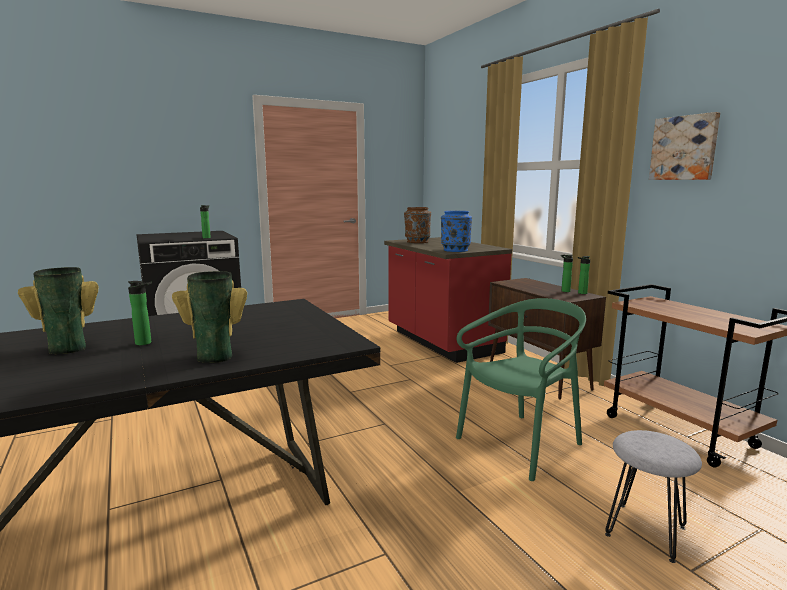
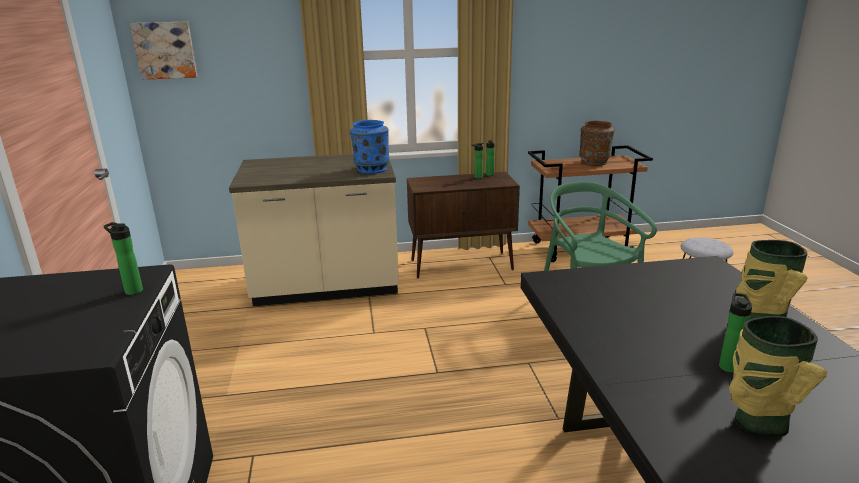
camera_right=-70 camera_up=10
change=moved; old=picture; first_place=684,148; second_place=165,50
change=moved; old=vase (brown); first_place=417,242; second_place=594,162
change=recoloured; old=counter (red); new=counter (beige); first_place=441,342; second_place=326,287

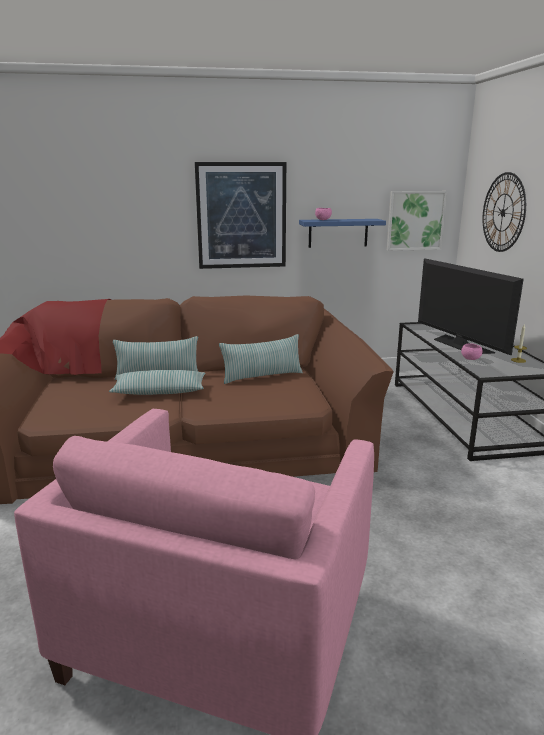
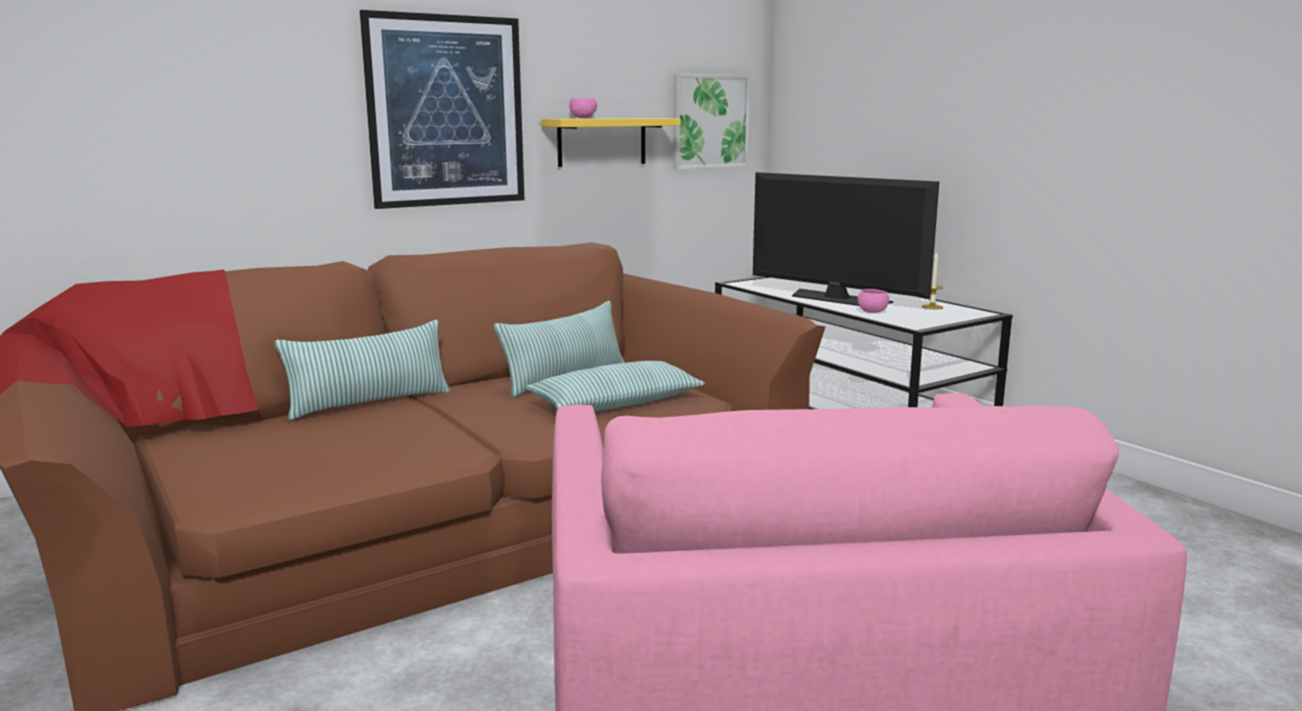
camera_right=-25 camera_up=-5
change=removed; old=wall clock; first_place=503,212
change=recoloured; old=shelf (blue); new=shelf (yellow); first_place=338,233; second_place=602,141
change=moved; old=pillow; first_place=159,391; second_place=616,403

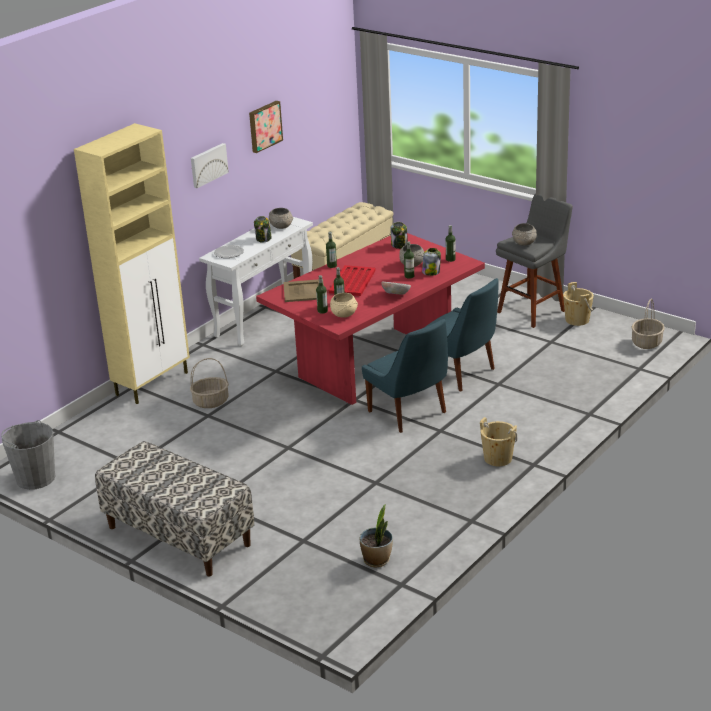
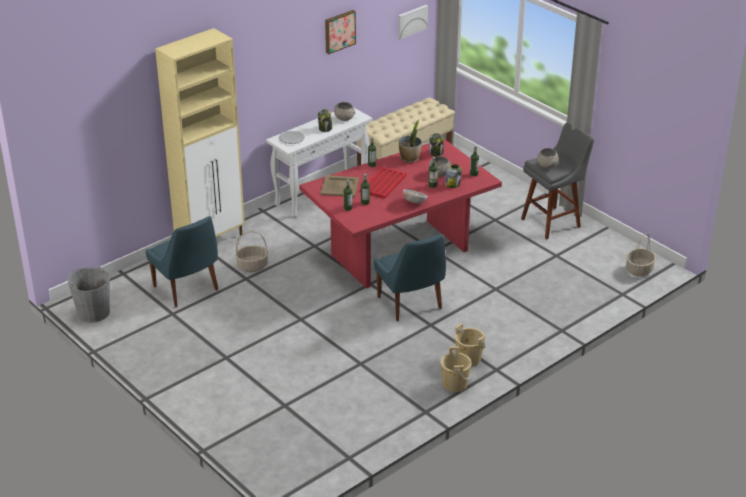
camera_right=10 camera_up=5
change=moved; old=picture; first_place=208,165; second_place=411,21
change=moved; old=chair (blue); first_place=460,373; second_place=187,289
change=moved; old=bucket (beige); first_place=577,320; second_place=455,384
change=removed; old=bowl (beige); first_place=344,314
change=removed; old=bench; first_place=178,536
change=moved; old=potted plant; first_place=377,560; second_place=410,159

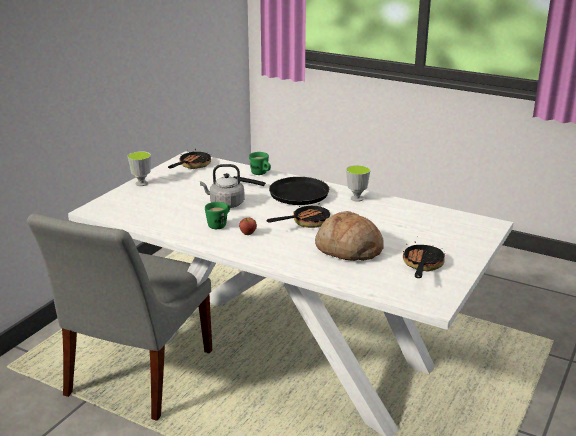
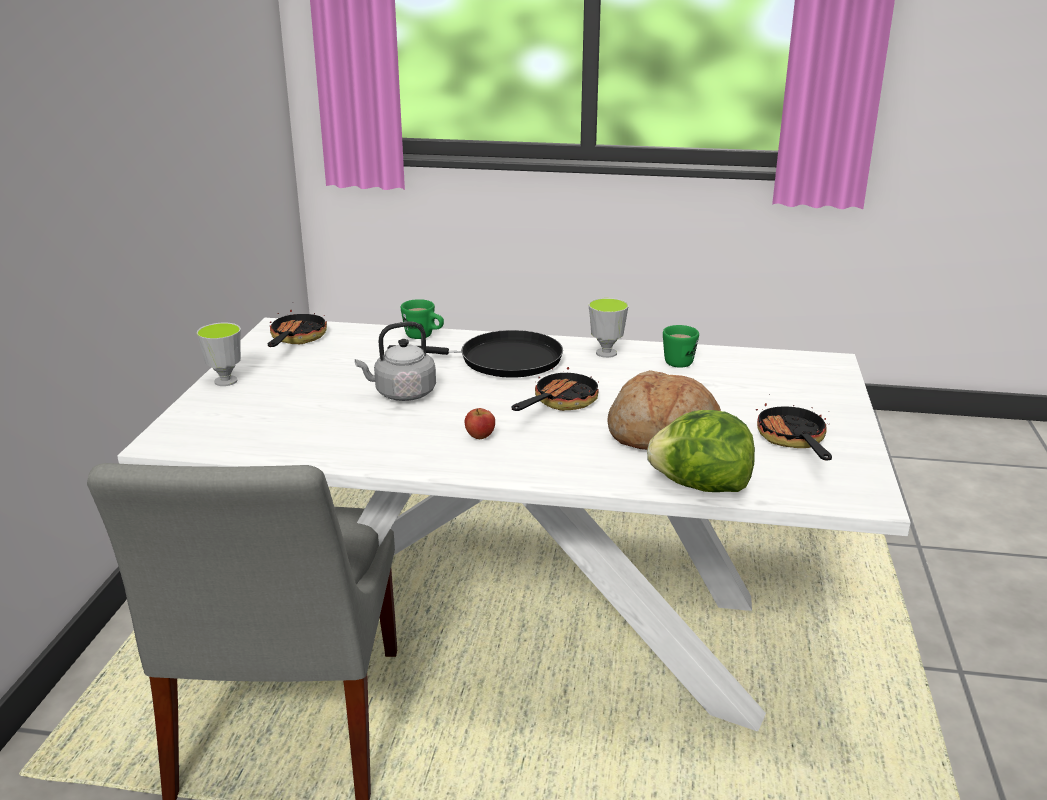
camera_right=-20 camera_up=0
change=moved; old=mug (green); first_place=219,224; second_place=679,360
change=added; new=lettuce; second_place=700,486

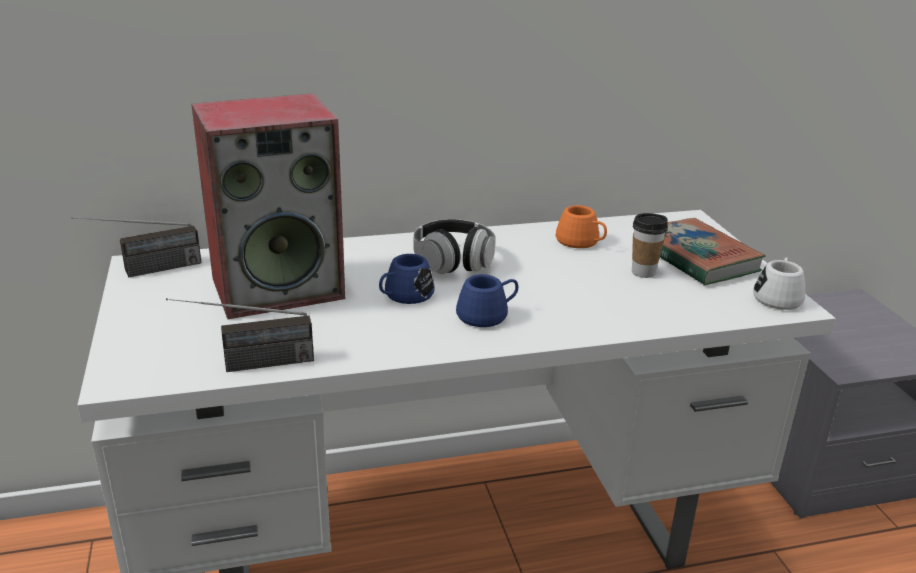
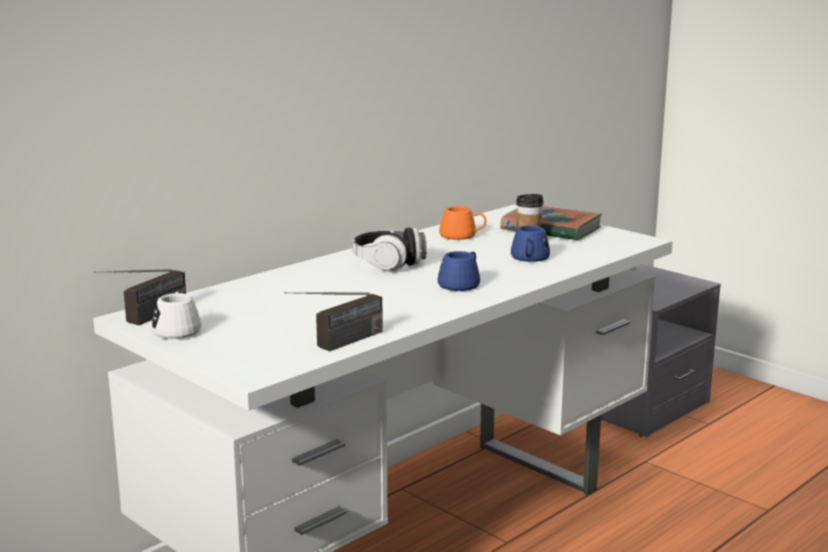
camera_right=-30 camera_up=-10
change=removed; old=speaker; first_place=279,287
change=moved; old=mug (blue); first_place=404,296; second_place=529,259
change=moved; old=mug (white); first_place=778,297; second_place=177,330

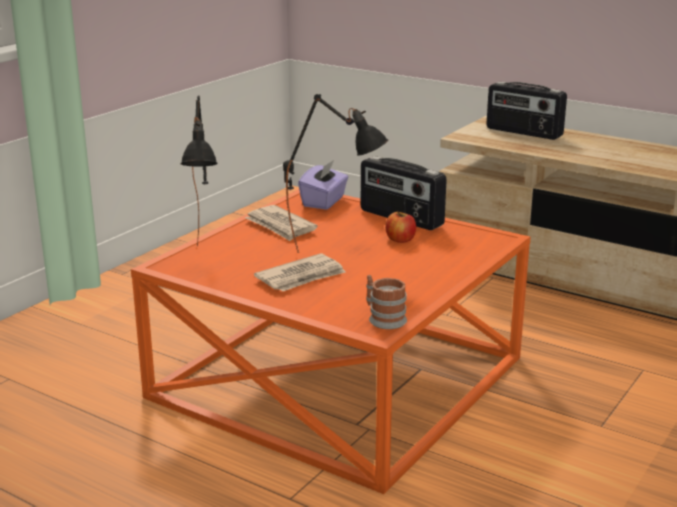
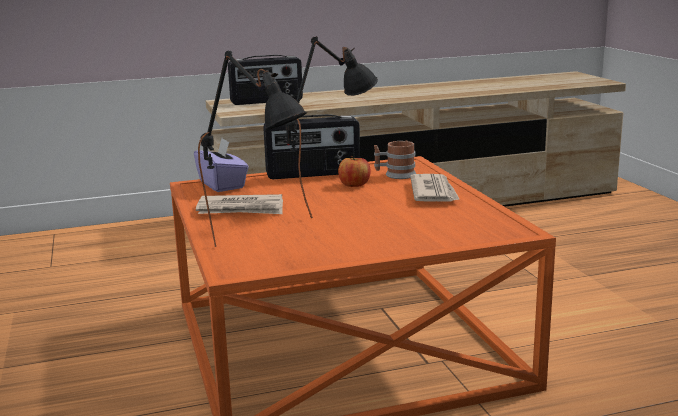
camera_right=-50 camera_up=-5
change=moved; old=newspaper; first_place=302,277; second_place=434,192
change=moved; old=mug; first_place=383,318; second_place=395,175

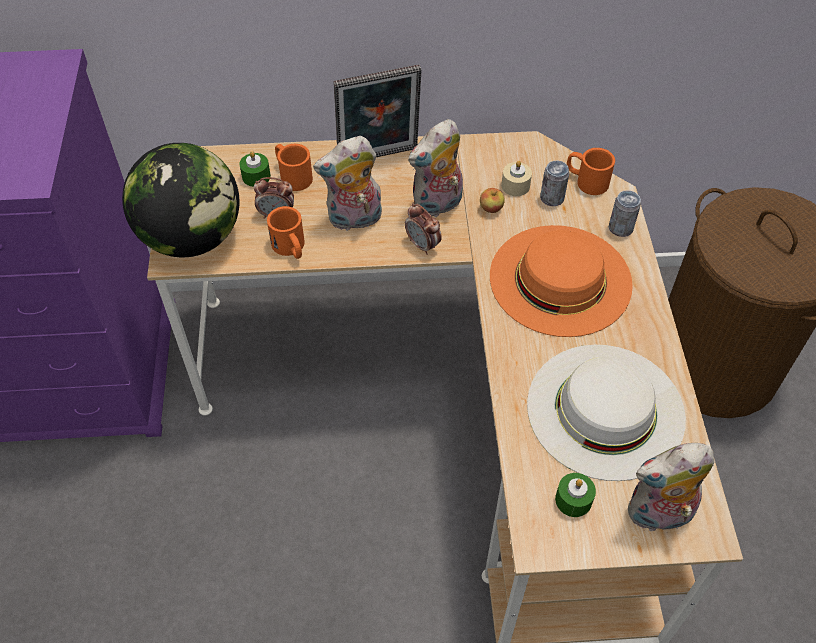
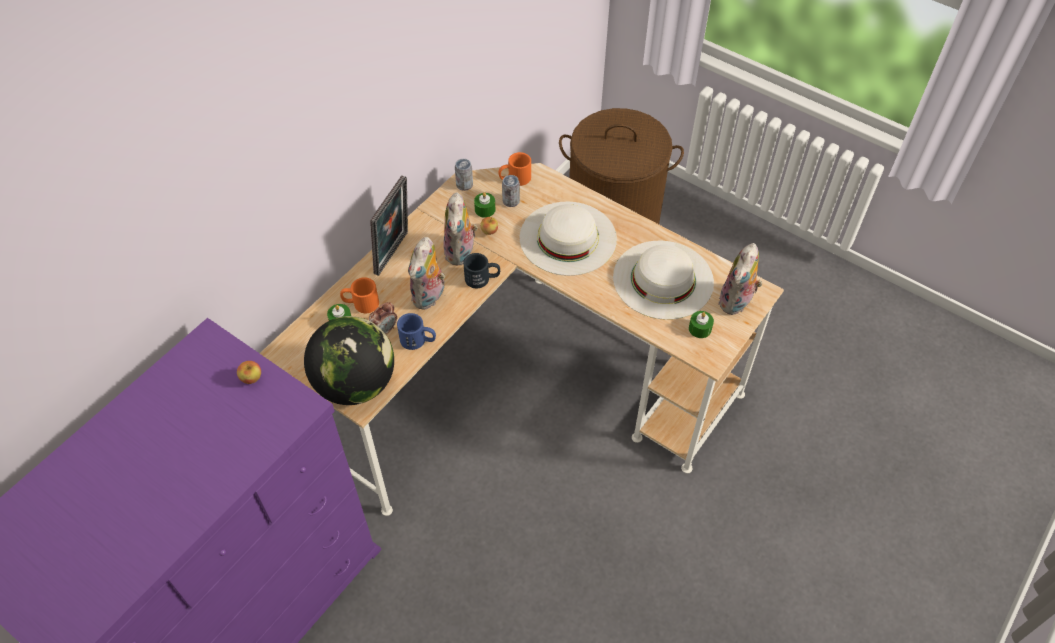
camera_right=-50 camera_up=0
change=recoloured; old=candle (beige); new=candle (green); first_place=515,185; second_place=485,209
change=moved; old=can; first_place=620,228; second_place=464,185
change=replaced; old=alarm clock; new=mug (black); first_place=423,245; second_place=482,278
change=recoloured; old=mug (orange); new=mug (blue); first_place=291,248; second_place=418,340
change=recoloured; old=hat (orange); new=hat (white); first_place=560,279; second_place=567,238
change=added; new=apple; second_place=251,378

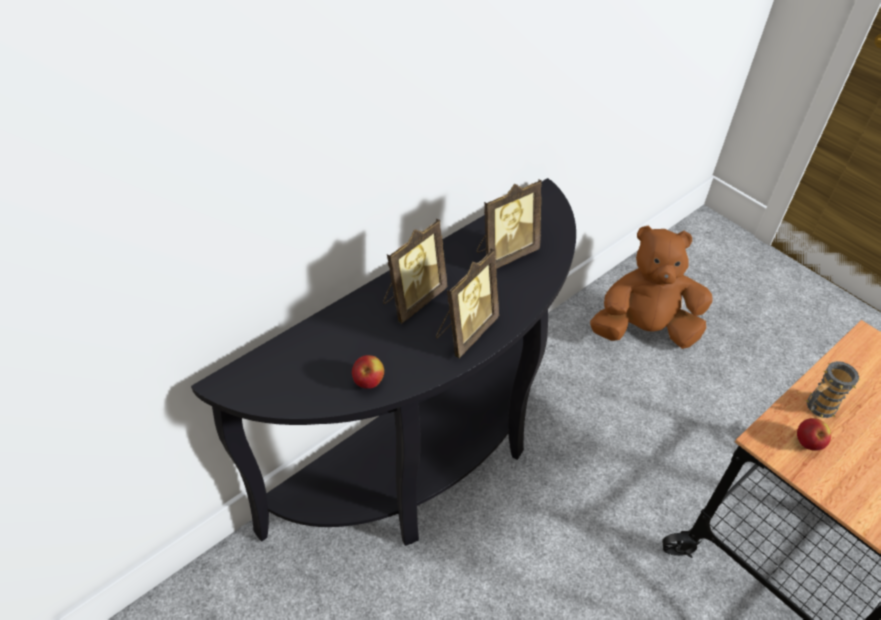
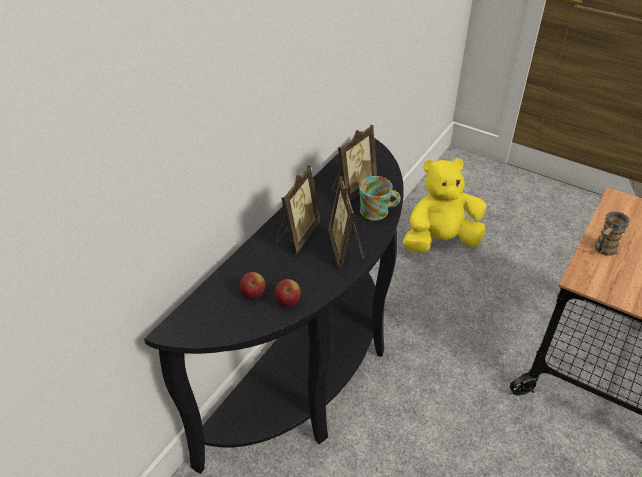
camera_right=-15 camera_up=-5
change=recoloured; old=plush toy (brown); new=plush toy (yellow); first_place=644,330; second_place=440,241
change=turned; old=picture frame; first_place=465,331; second_place=346,249; degrees=150
change=moved; old=apple; first_place=807,443; second_place=253,294
change=added; new=mug; second_place=378,212

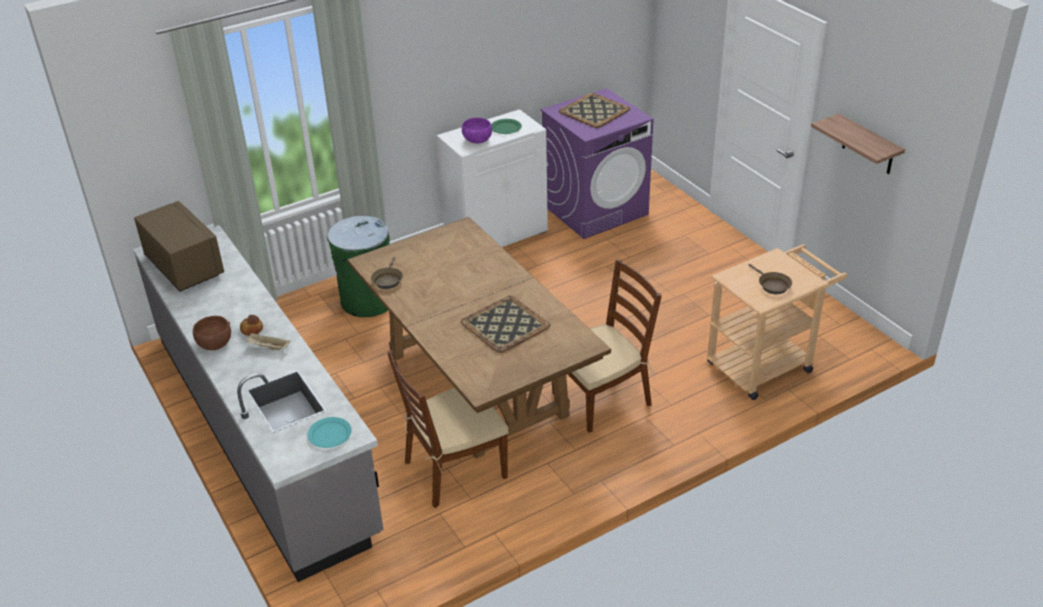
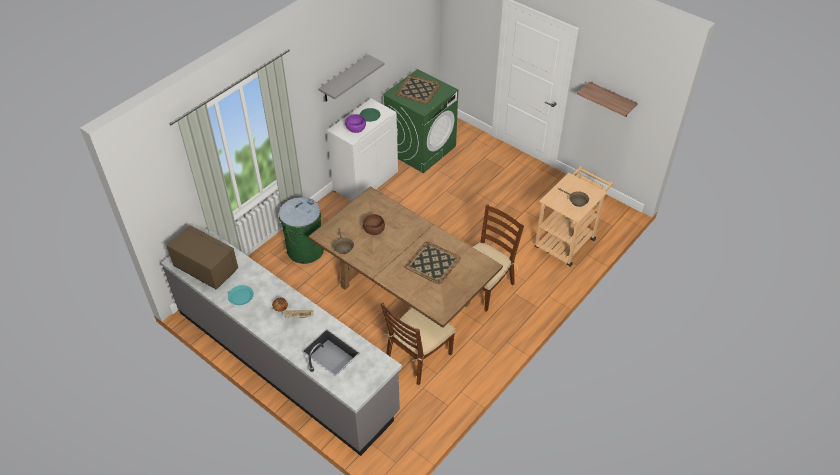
camera_right=-20 camera_up=10
change=recoloured; old=washing machine (purple); new=washing machine (green); first_place=595,209; second_place=421,149
change=moved; old=bowl (brown); first_place=215,344; second_place=374,230
change=moved; old=plate (turquoise); first_place=329,434; second_place=240,296
change=added; new=shelf (grey); second_place=344,79

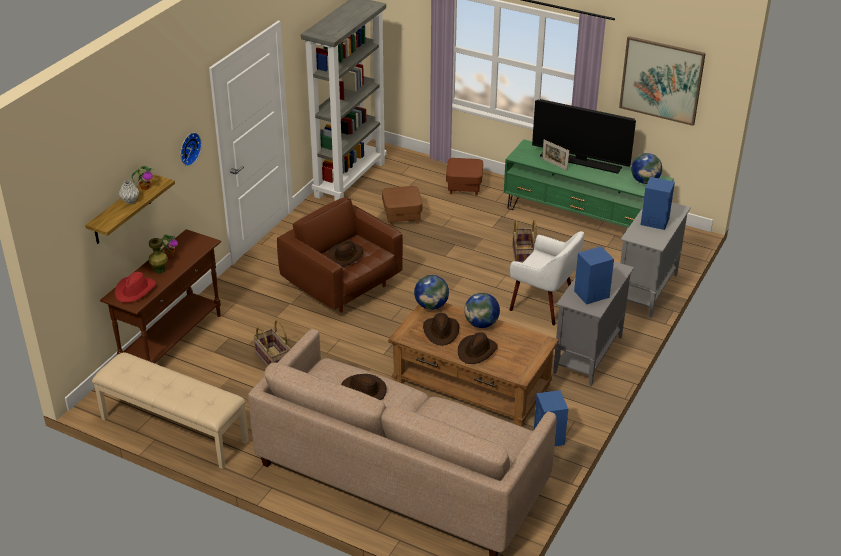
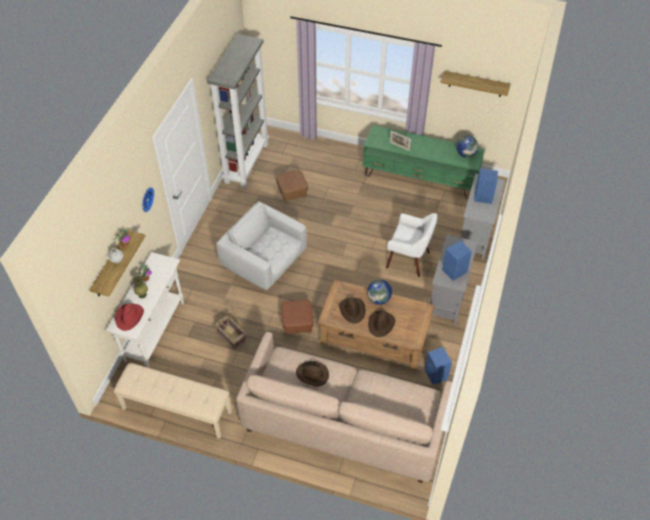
camera_right=-10 camera_up=15
change=replaced; old=picture; new=shelf; first_place=661,80; second_place=475,84
change=removed; old=television; first_place=581,161
change=moved; old=ottoman (brown); first_place=464,187; second_place=297,324
change=recoloured; old=armchair (brown); new=armchair (white); first_place=343,286; second_place=265,263
change=removed; old=basket; first_place=523,255
change=recoloured; old=console table (brown); new=console table (white); first_place=173,341; second_place=155,331
change=removed; old=hat (brown); first_place=346,255
change=removed; old=globe; first_place=431,306

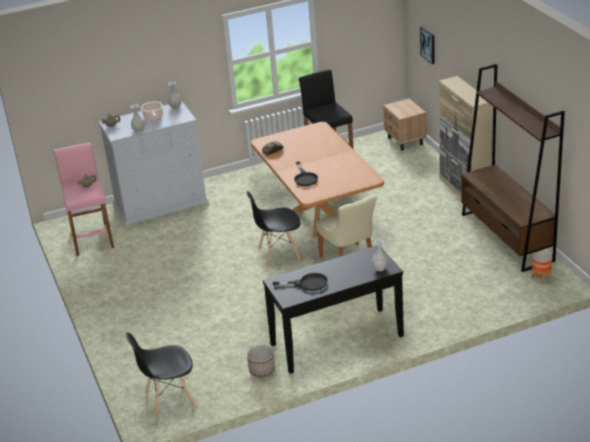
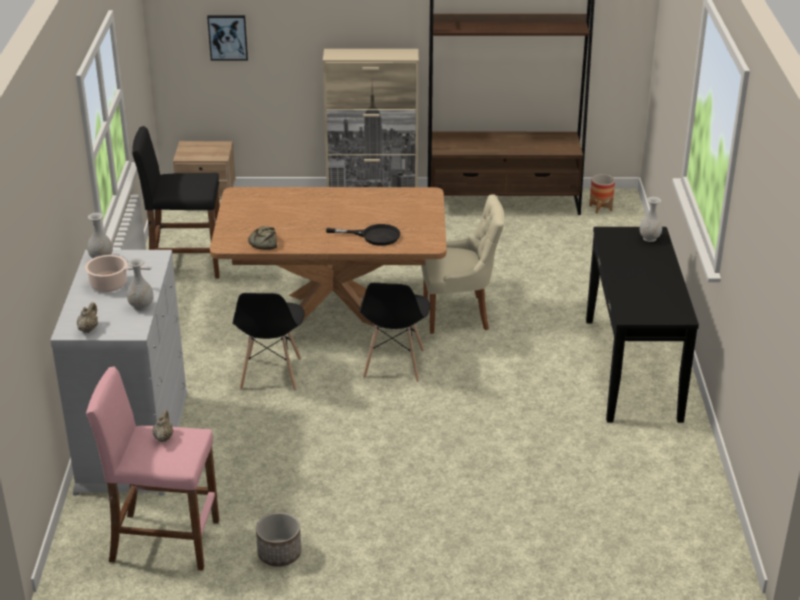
camera_right=-70 camera_up=0
change=removed; old=frying pan (black); first_place=308,283
change=moved; old=chair (black); first_place=169,400; second_place=271,374
change=moved; old=planter; first_place=261,370; second_place=279,554

